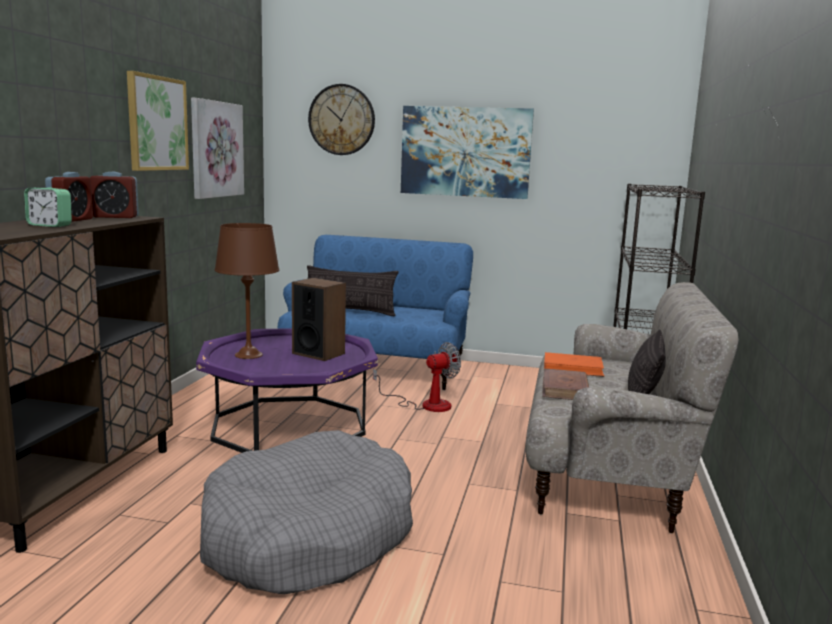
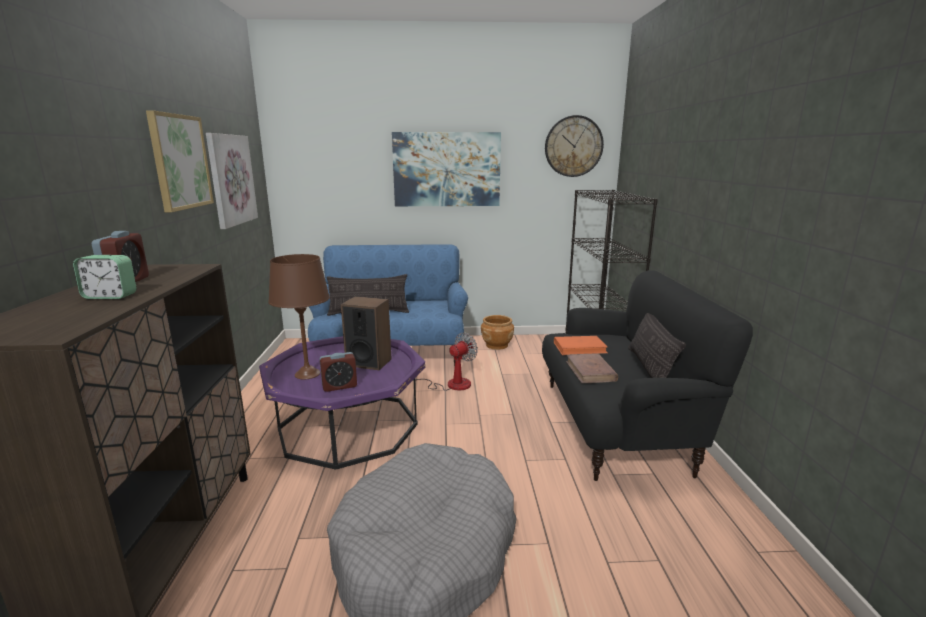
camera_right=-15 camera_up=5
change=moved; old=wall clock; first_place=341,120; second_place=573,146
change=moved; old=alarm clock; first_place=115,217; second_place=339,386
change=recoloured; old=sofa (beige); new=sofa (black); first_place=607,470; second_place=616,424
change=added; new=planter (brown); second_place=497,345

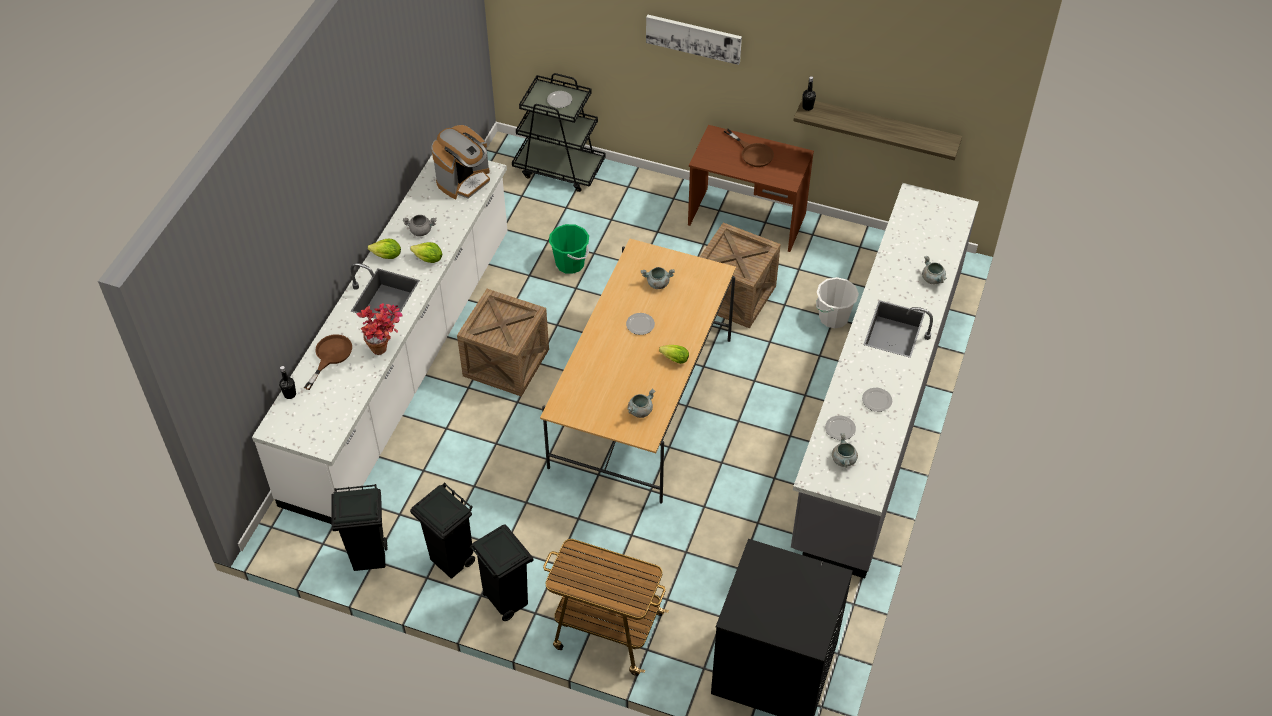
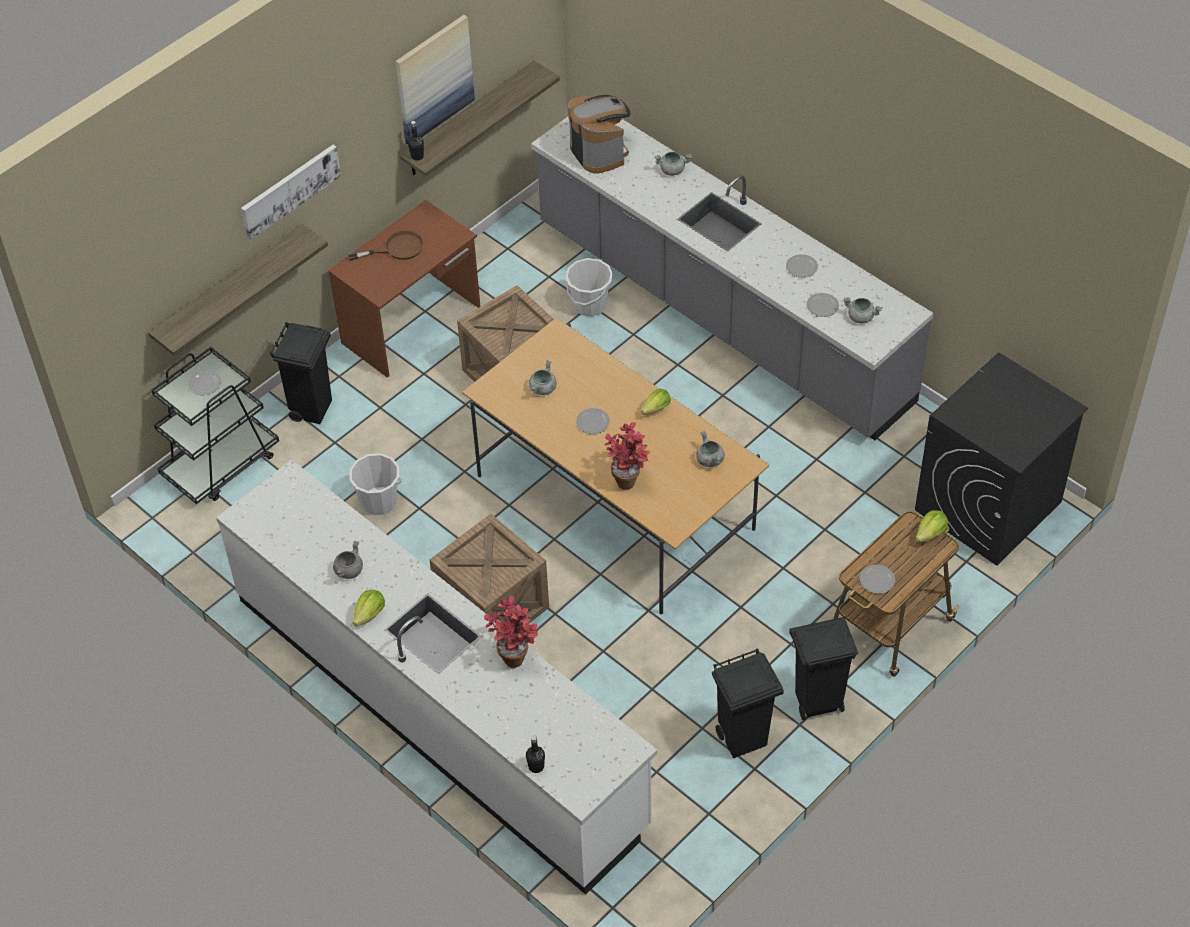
camera_right=-65 camera_up=0
change=moved; old=coffee machine; first_place=464,180; second_place=599,152
change=recoloured; old=bucket (green); new=bucket (white); first_place=570,263; second_place=379,501
change=moved; old=lettuce; first_place=428,259; second_place=930,534
change=removed; old=frying pan (brown); first_place=330,356
change=moved; old=trash can (black); first_place=370,557; second_place=312,409
change=added; new=picture; second_place=434,79
change=added; new=shelf; second_place=229,289
change=added; new=potted plant; second_place=628,478
change=added; new=plate; second_place=876,579

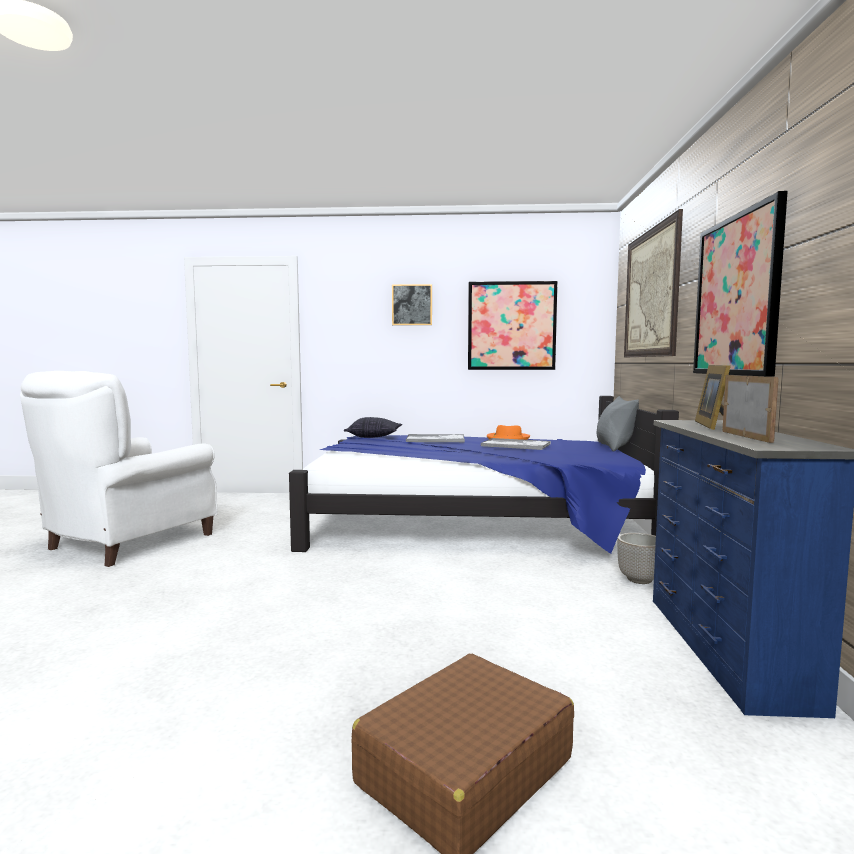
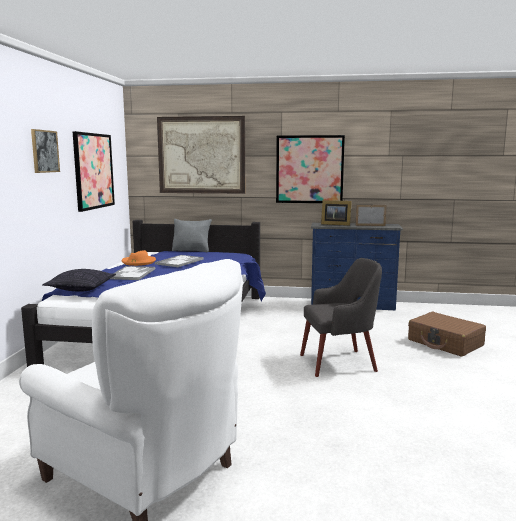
camera_right=-85 camera_up=5
change=removed; old=planter; first_place=639,579
change=added; new=armchair (grey); second_place=339,362

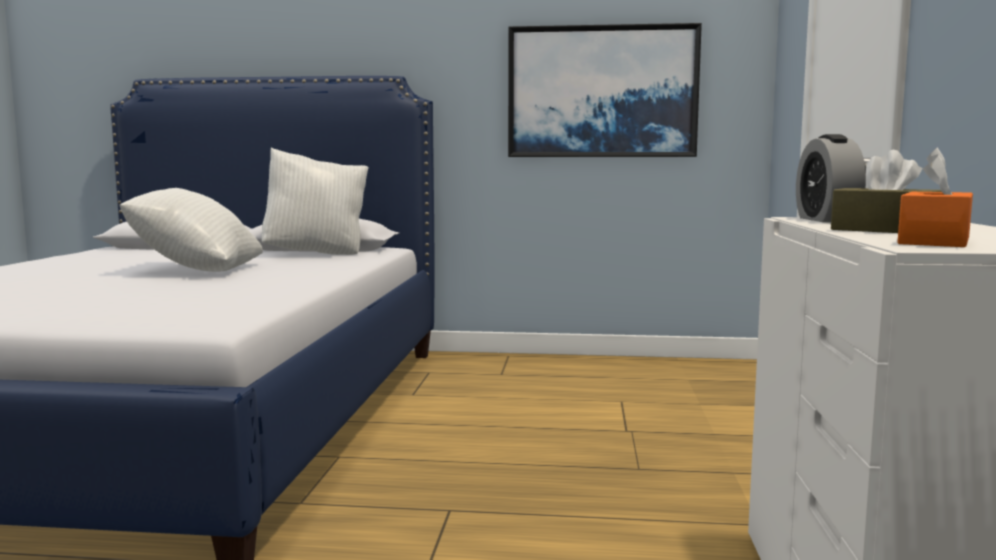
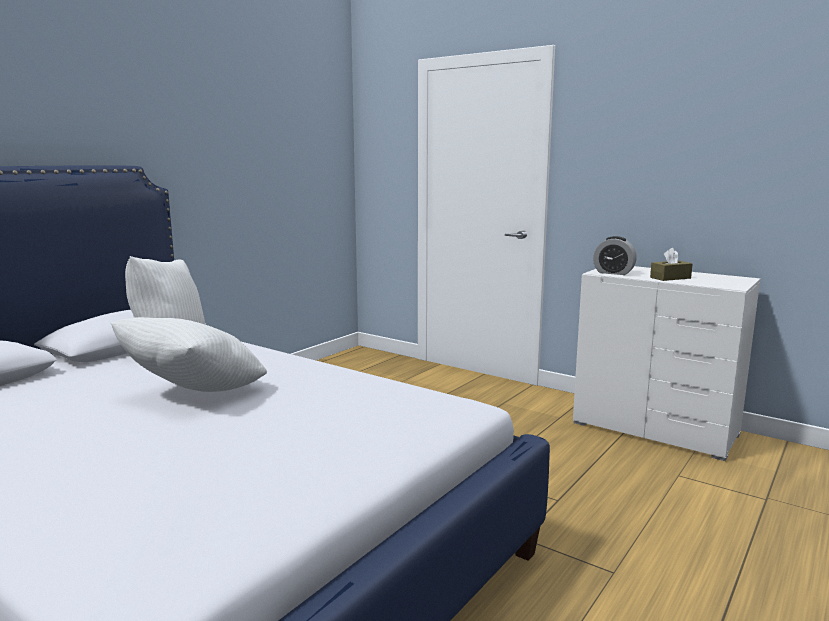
camera_right=-60 camera_up=5
change=removed; old=picture; first_place=602,92
change=removed; old=tissue box (orange); first_place=934,241

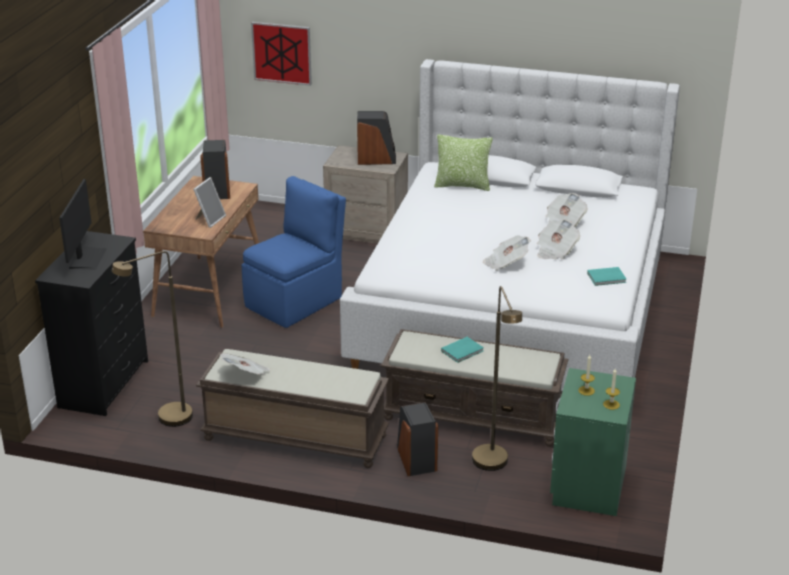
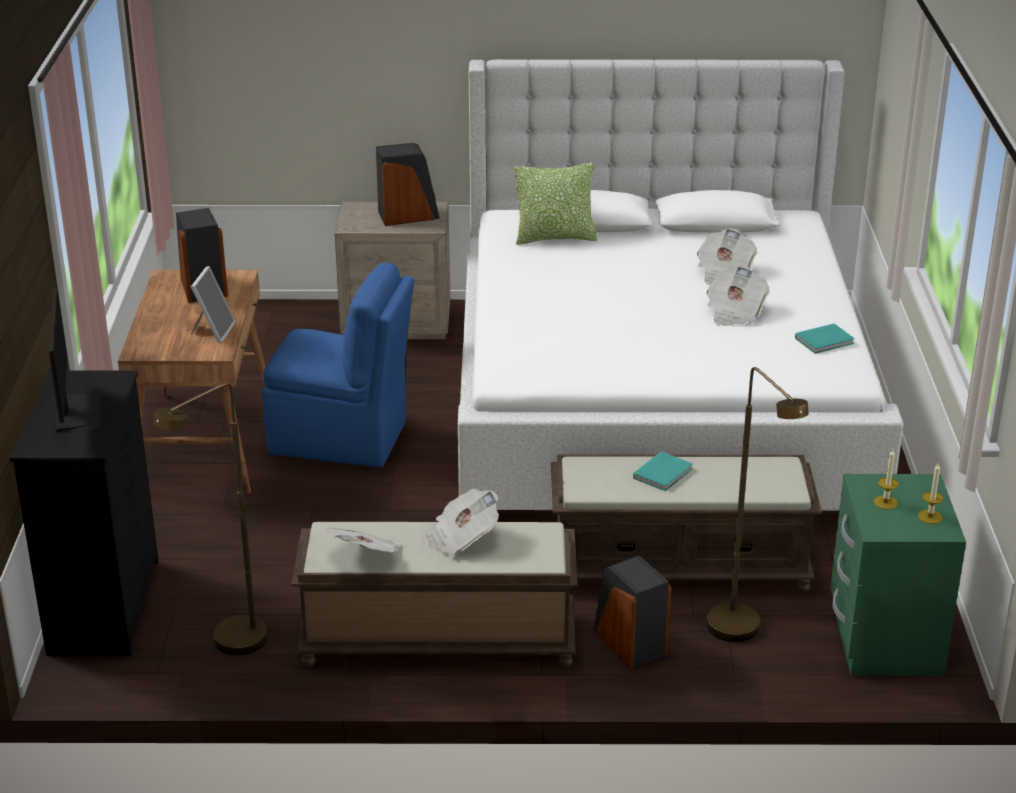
camera_right=-15 camera_up=0
change=removed; old=picture; first_place=282,53
change=turned; old=chair (blue); first_place=296,301; second_place=342,439; degrees=75
change=moved; old=newspaper; first_place=505,263; second_place=461,539

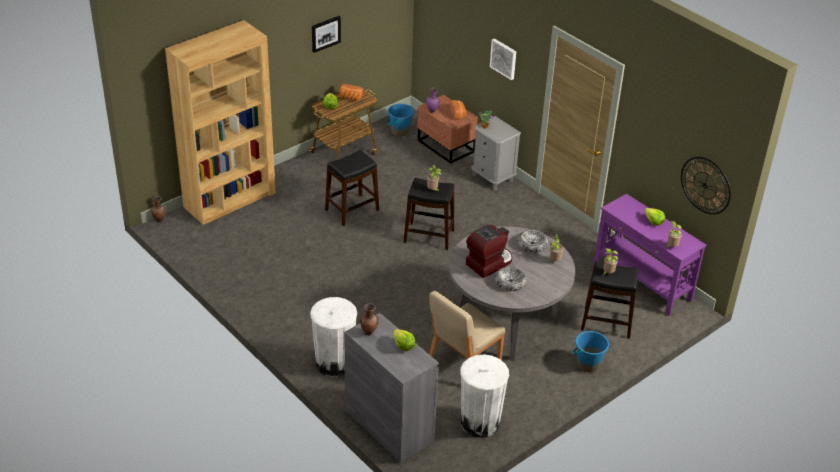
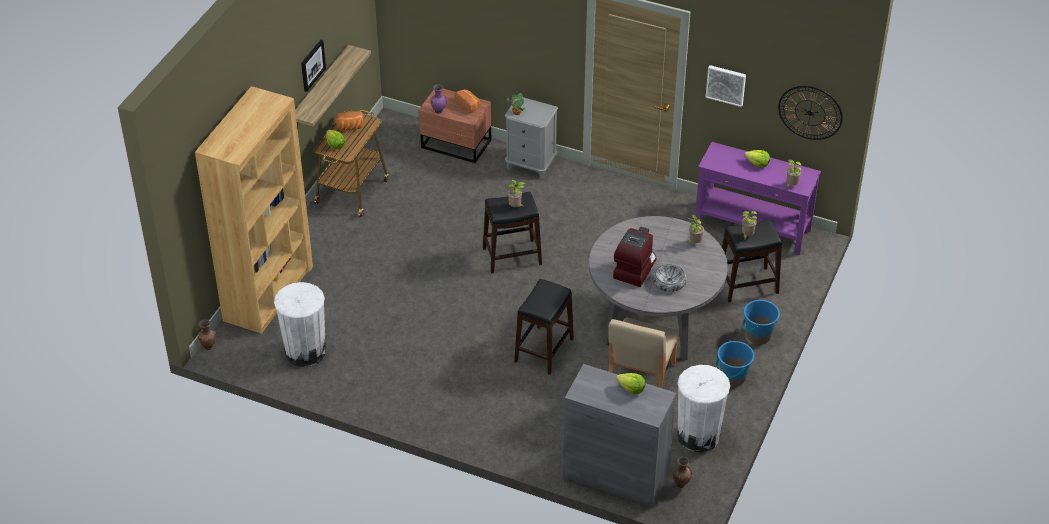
camera_right=-25 camera_up=5
change=moved; old=picture; first_place=504,58; second_place=726,84
change=moved; old=bucket (blue); first_place=400,131; second_place=732,377
change=moved; old=stool (black); first_place=351,210; second_place=543,350
change=removed; old=bowl; first_place=532,245
change=moved; old=trash can (white); first_place=334,363; second_place=305,352
change=moved; old=vase (brown); first_place=369,332; second_place=681,484
change=added; new=shelf; second_place=320,89

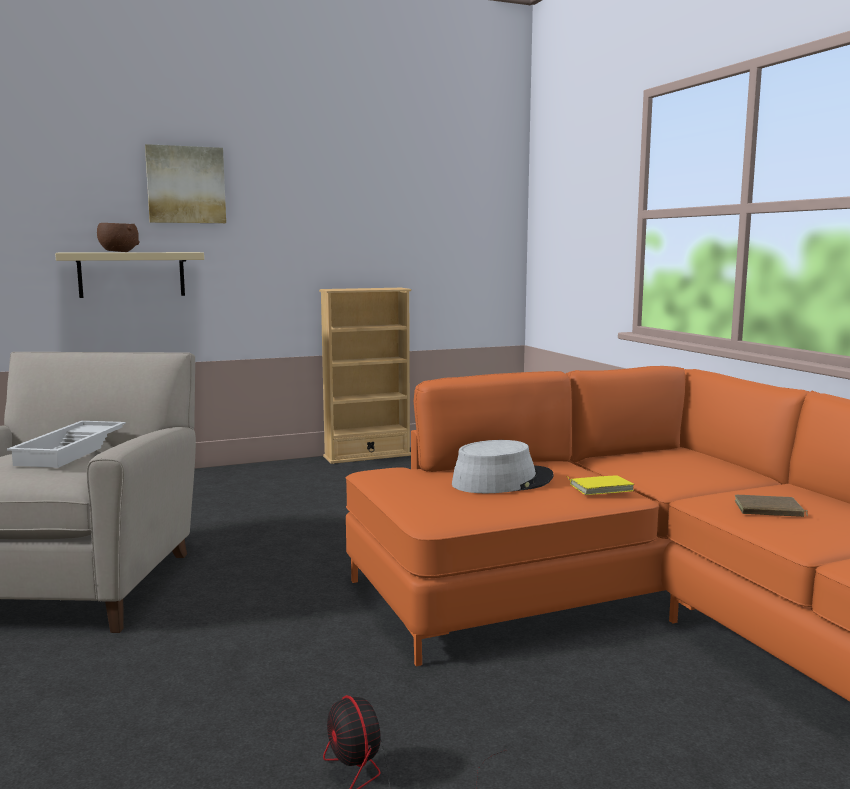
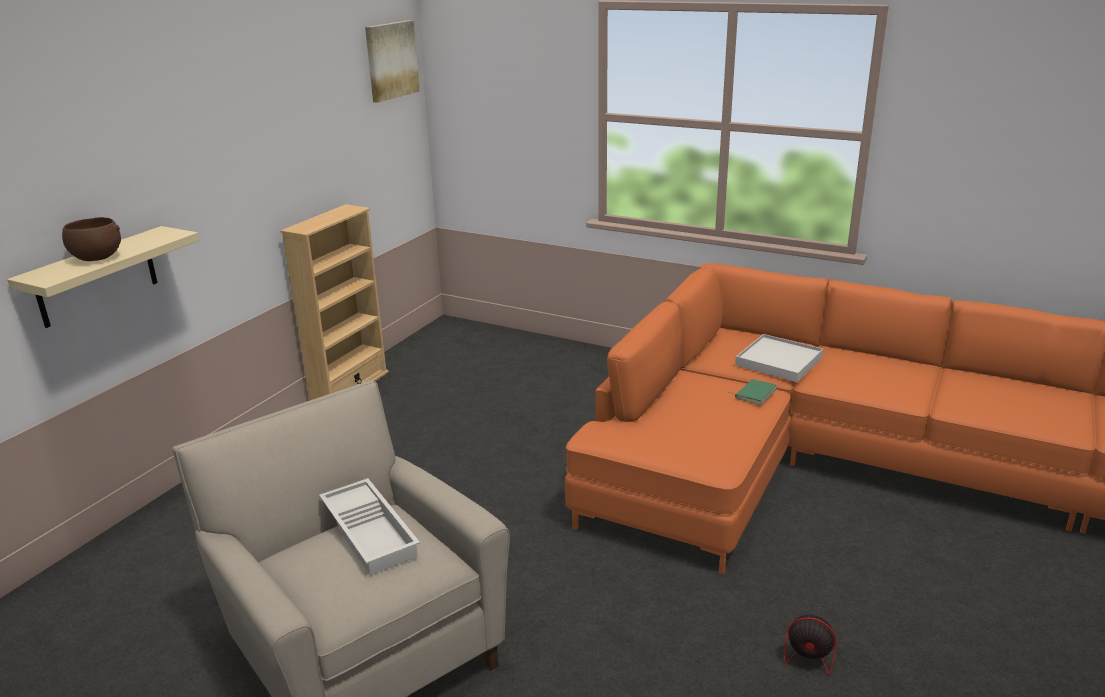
camera_right=-40 camera_up=15
change=moved; old=picture; first_place=186,185; second_place=390,60
change=removed; old=hat (grey); first_place=502,481
change=recoloured; old=book (yellow); new=book (green); first_place=600,488; second_place=754,394
change=removed; old=book (brown); first_place=768,510
change=added; new=tray (white); second_place=779,361

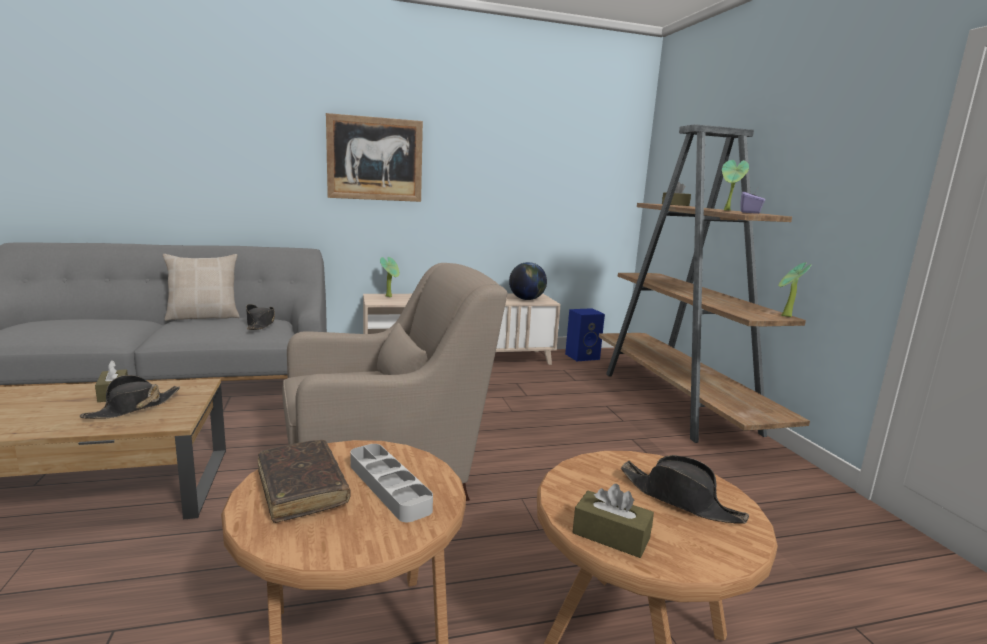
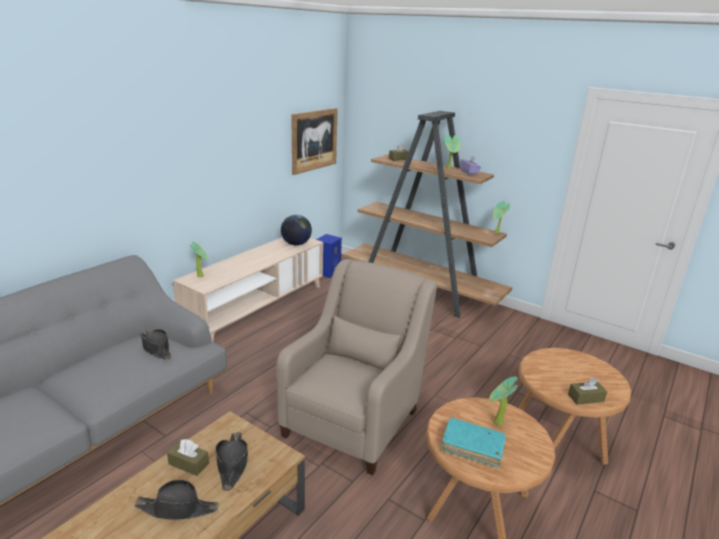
camera_right=-40 camera_up=10
change=moved; old=picture; first_place=375,159; second_place=314,140
change=removed; old=pillow (beige); first_place=204,317
change=recoloured; old=book (brown); new=book (turquoise); first_place=302,488; second_place=472,447
change=replaced; old=tray (grey); new=potted plant; first_place=389,486; second_place=496,424
change=moved; old=hat (black); first_place=680,499; second_place=178,508

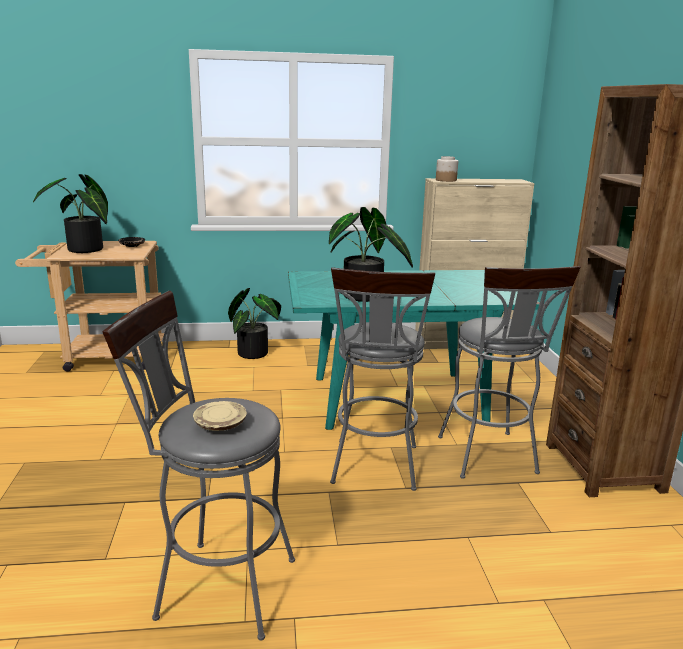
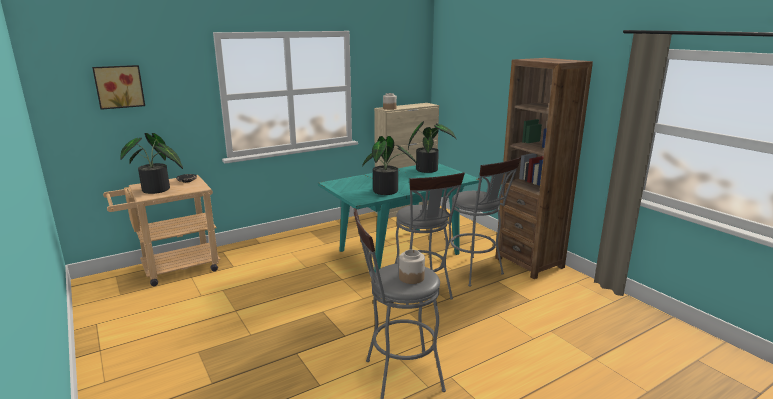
camera_right=-25 camera_up=0
change=moved; old=potted plant; first_place=256,353; second_place=428,169
change=replaced; old=plate (beige); new=jar; first_place=220,424; second_place=411,277
change=added; new=picture; second_place=119,86

